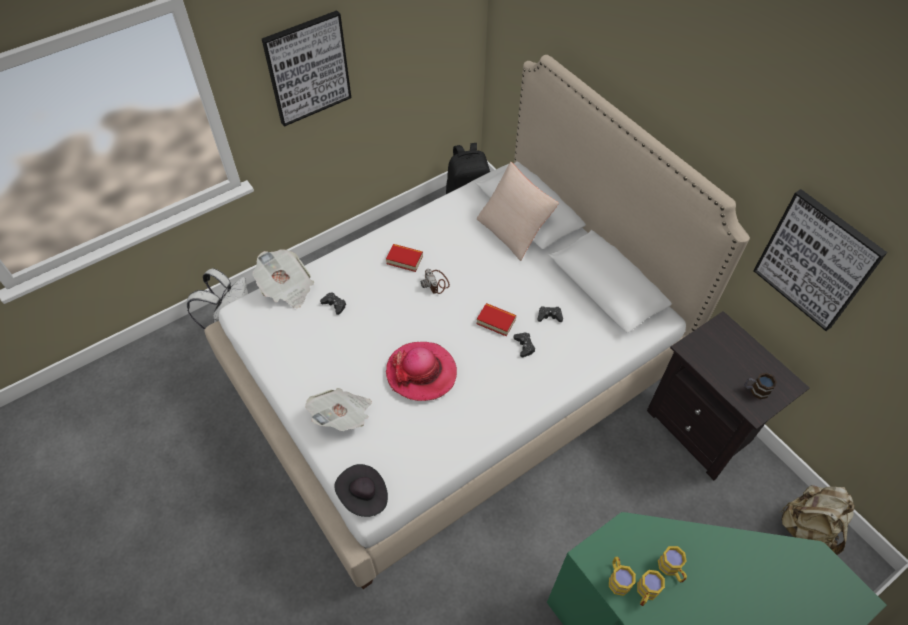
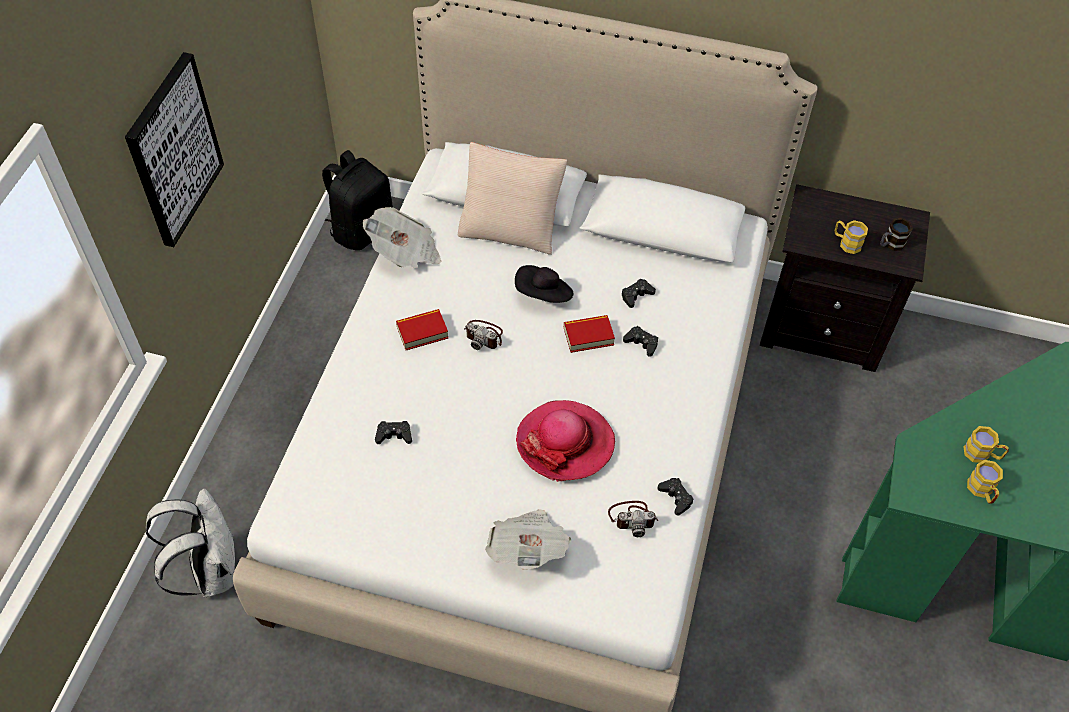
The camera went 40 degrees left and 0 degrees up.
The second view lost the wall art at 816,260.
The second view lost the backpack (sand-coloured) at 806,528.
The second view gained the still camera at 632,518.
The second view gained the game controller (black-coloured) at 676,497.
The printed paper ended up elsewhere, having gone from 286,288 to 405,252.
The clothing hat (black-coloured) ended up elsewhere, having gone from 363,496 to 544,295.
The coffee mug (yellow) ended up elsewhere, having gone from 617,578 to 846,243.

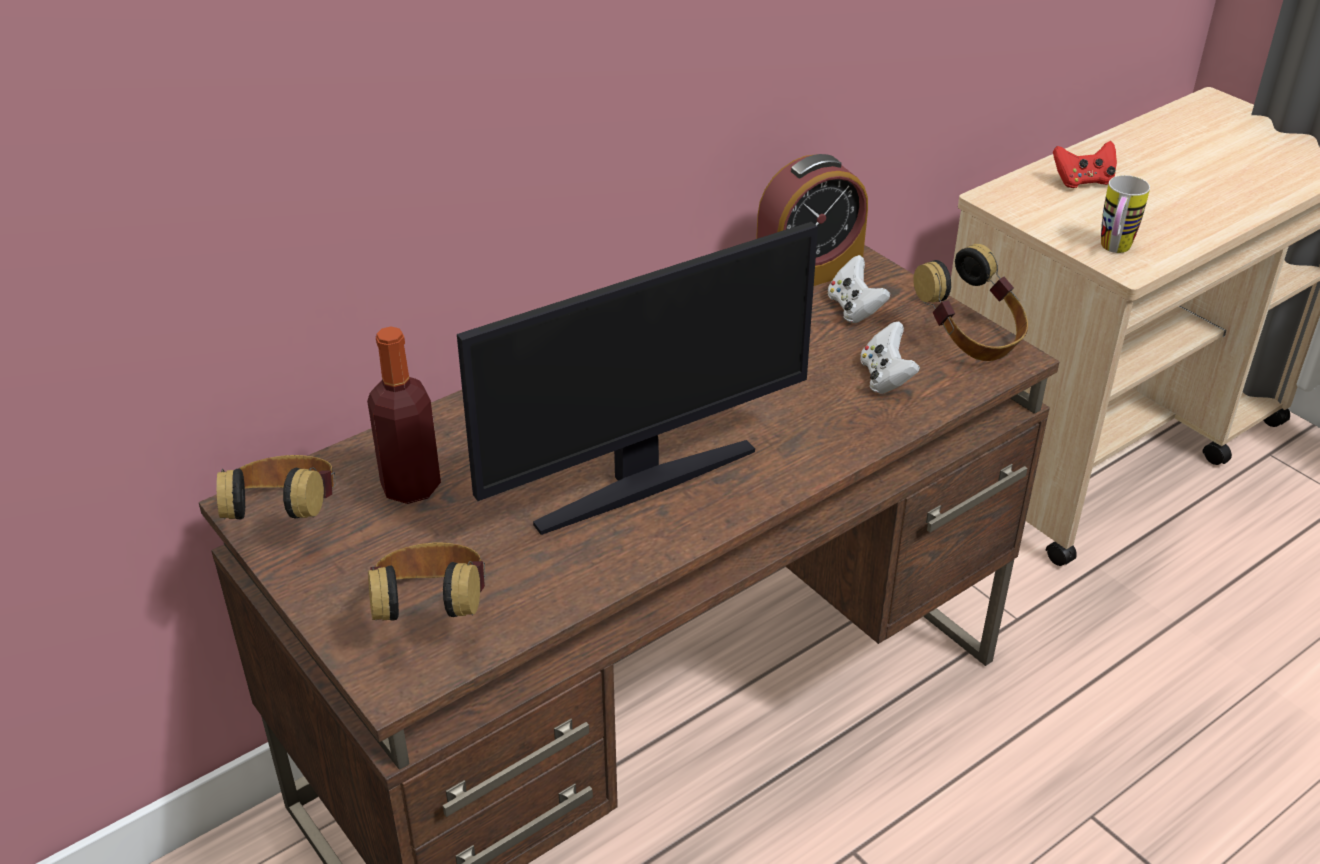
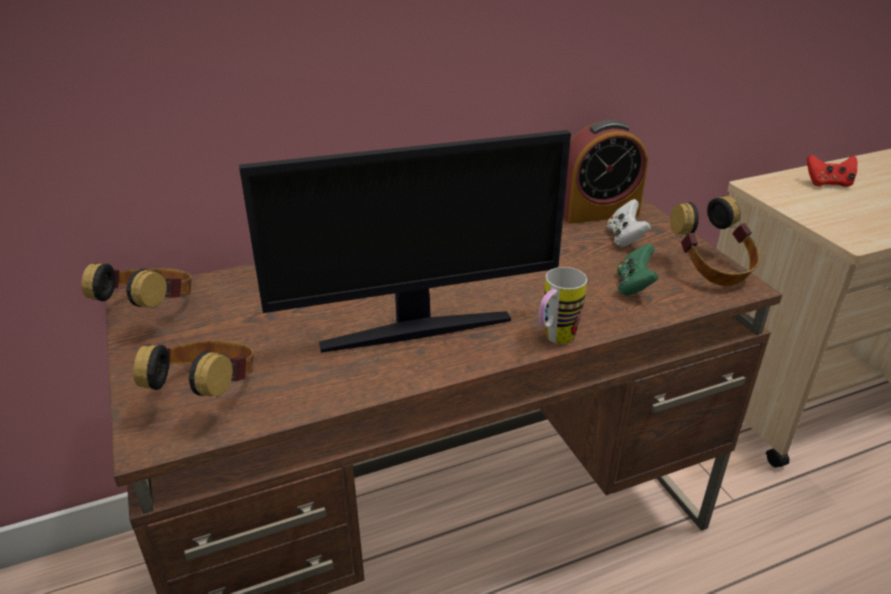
The camera went 15 degrees right and 5 degrees down.
The second view lost the beverage bottle at 411,486.
The coffee mug ended up elsewhere, having gone from 1113,250 to 554,340.
What was the game controller (white-coloured) at 885,378 turned into the game controller (greenish) at 633,285.

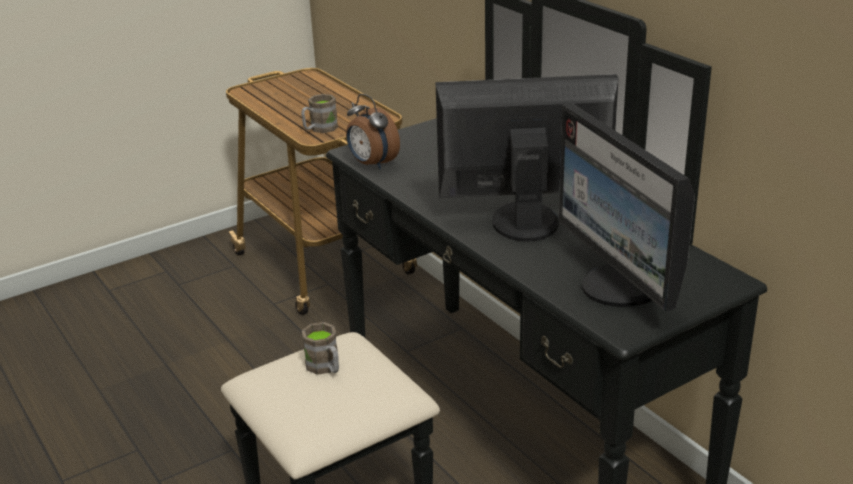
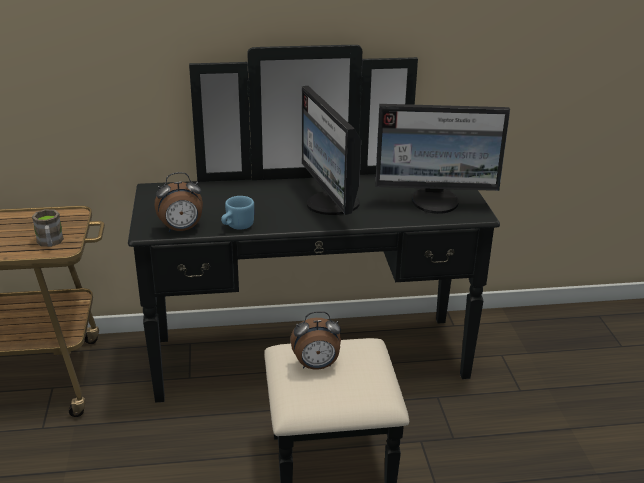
The camera went 65 degrees left and 0 degrees up.
The second view gained the coffee mug (blue-coloured) at 236,226.
Where the coffee mug (brown-coloured) stood at 326,367, the alarm clock came to stand at 316,366.
The computer display at 523,221 ended up facing another way, 45 degrees counterclockwise from before.

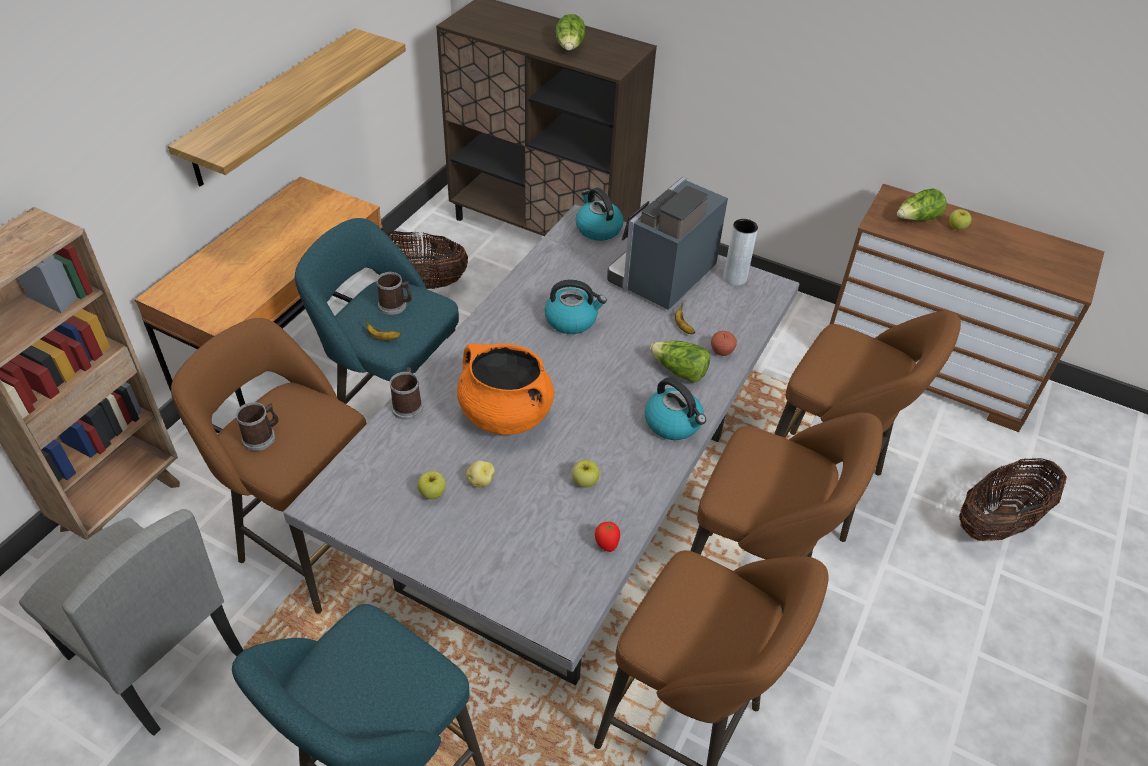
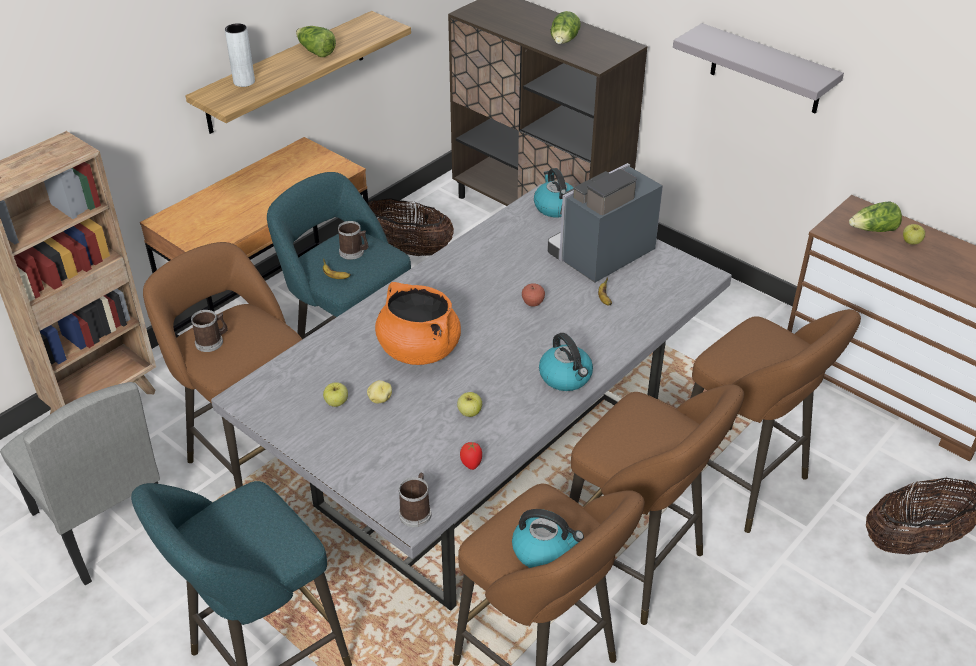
The camera went 15 degrees right and 5 degrees down.
The second view gained the bracket shelf (greyish) at 766,70.
The coffee mug ended up elsewhere, having gone from 408,405 to 416,511.
The tea kettle ended up elsewhere, having gone from 572,320 to 544,551.
The lettuce ended up elsewhere, having gone from 679,371 to 316,52.
The apple ended up elsewhere, having gone from 721,352 to 533,303.
The flower vase (greyish) ended up elsewhere, having gone from 735,278 to 244,82.

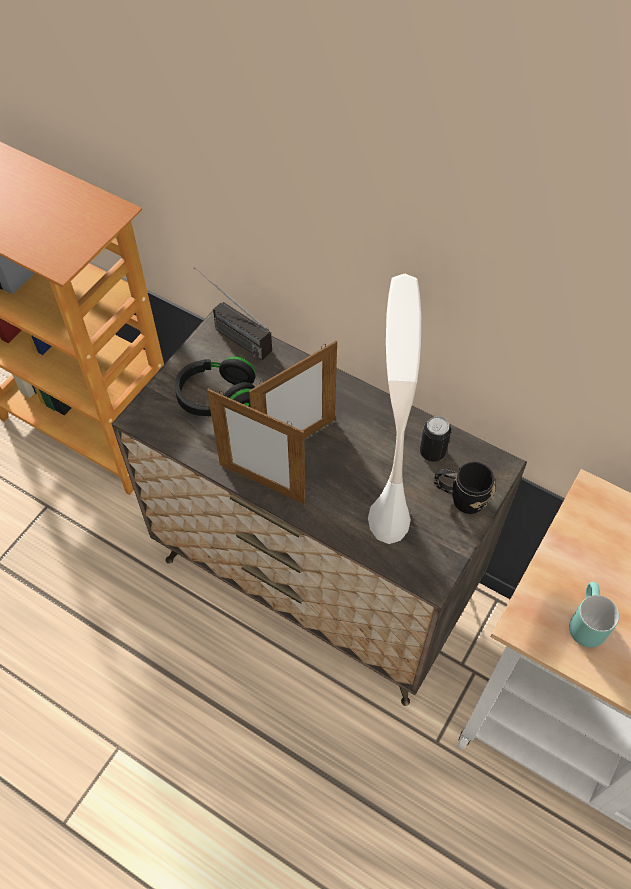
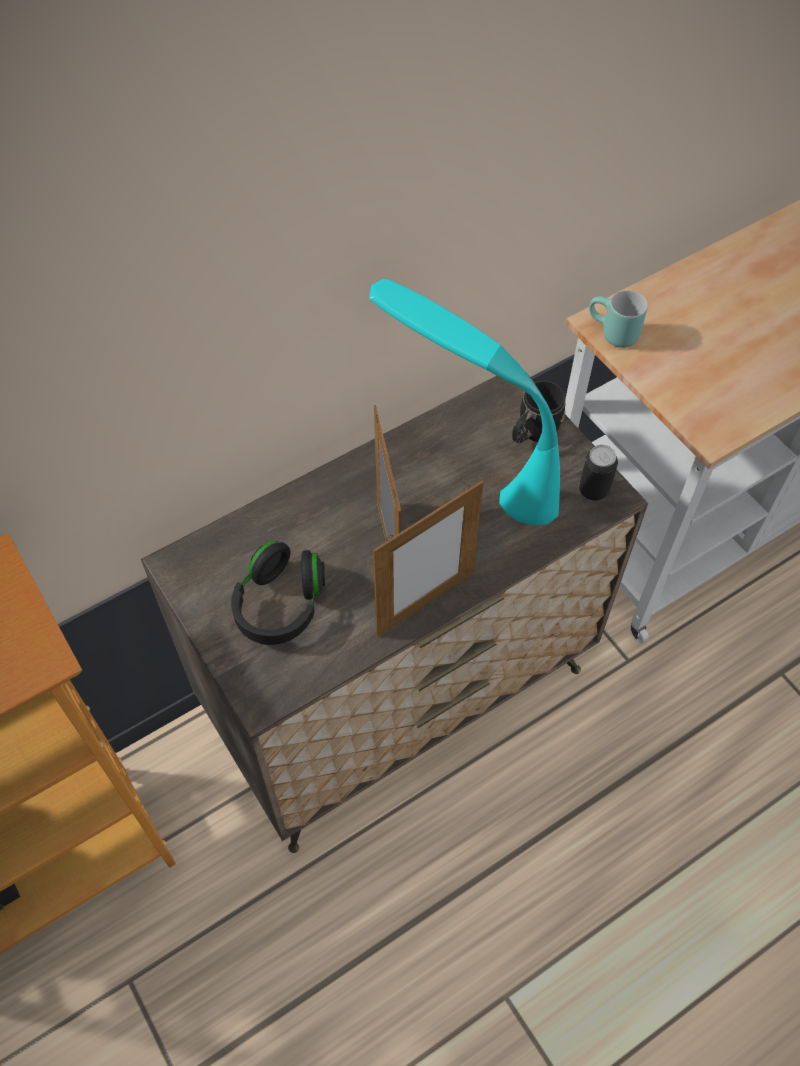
The camera went 65 degrees left and 0 degrees up.
The second view lost the radio at 229,333.
The can ended up elsewhere, having gone from 432,452 to 593,490.
The coffee mug (turquoise) ended up elsewhere, having gone from 583,621 to 611,334.
What was the lamp for a table (white-coloured) at 389,466 turned into the lamp for a table (turquoise) at 464,476.

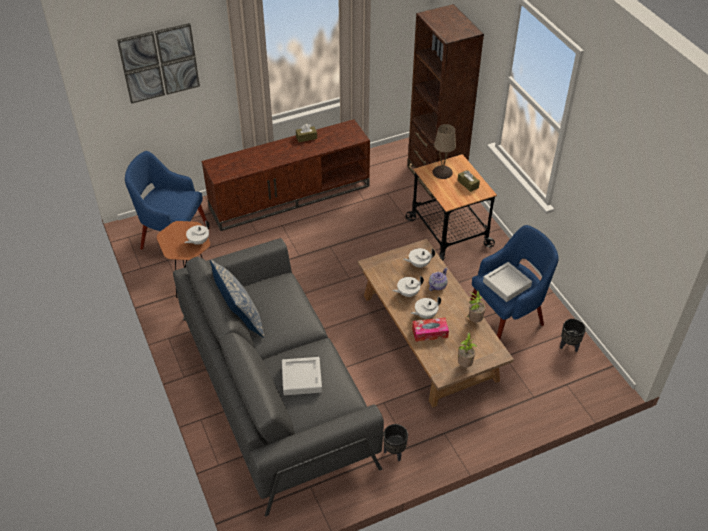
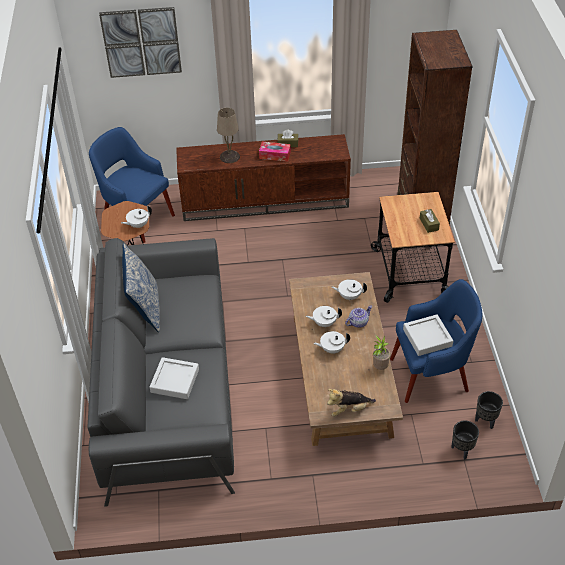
The camera went 20 degrees right and 0 degrees up.
The flower pot (black-coloured) ended up elsewhere, having gone from 394,453 to 462,450.
The box of tissues ended up elsewhere, having gone from 430,333 to 275,155.
The lamp for a table (sand-coloured) ended up elsewhere, having gone from 442,172 to 230,156.
Where the houseplant stood at 465,364, the cuddly toy came to stand at 349,409.

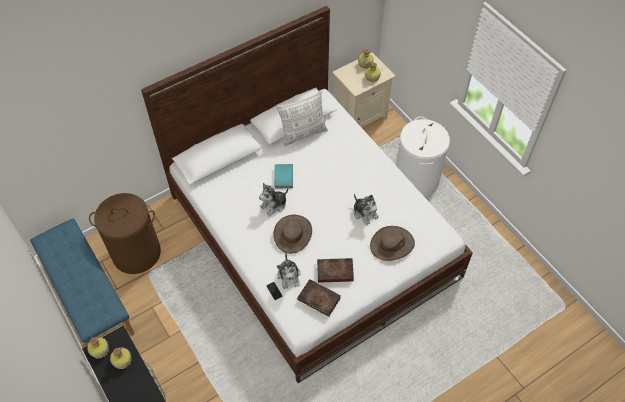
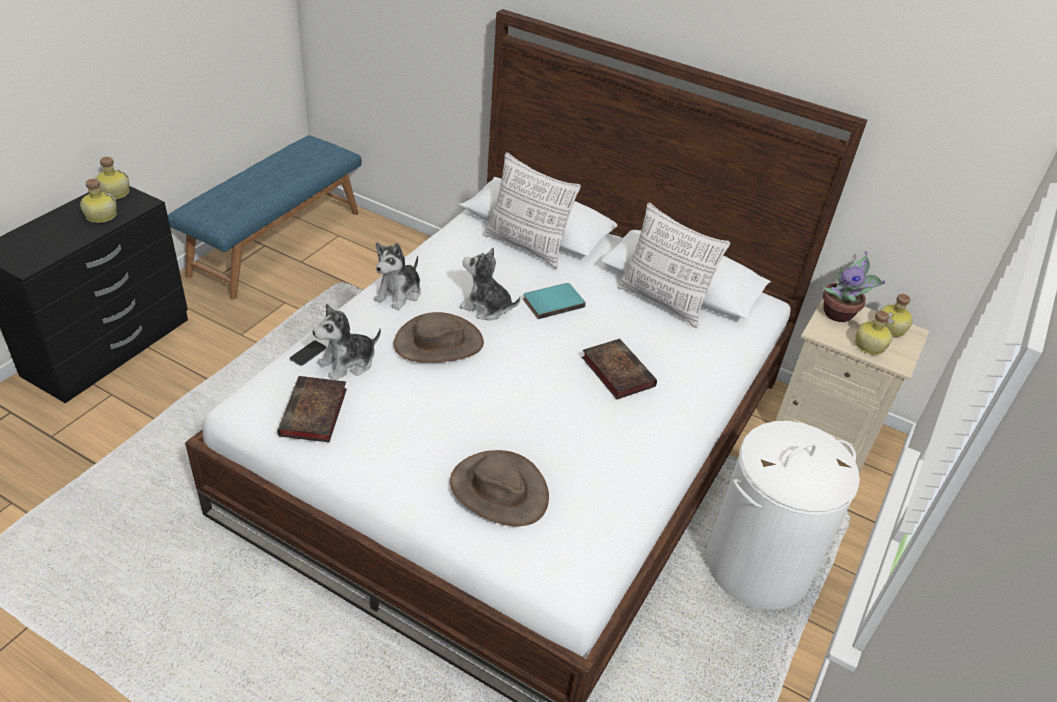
The camera went 60 degrees right and 15 degrees down.
The second view lost the hamper (brown-coloured) at 136,253.
The second view gained the cushion at 527,246.
The second view gained the houseplant at 839,314.
The book ended up elsewhere, having gone from 334,271 to 616,371.
The cuddly toy ended up elsewhere, having gone from 365,213 to 399,294.

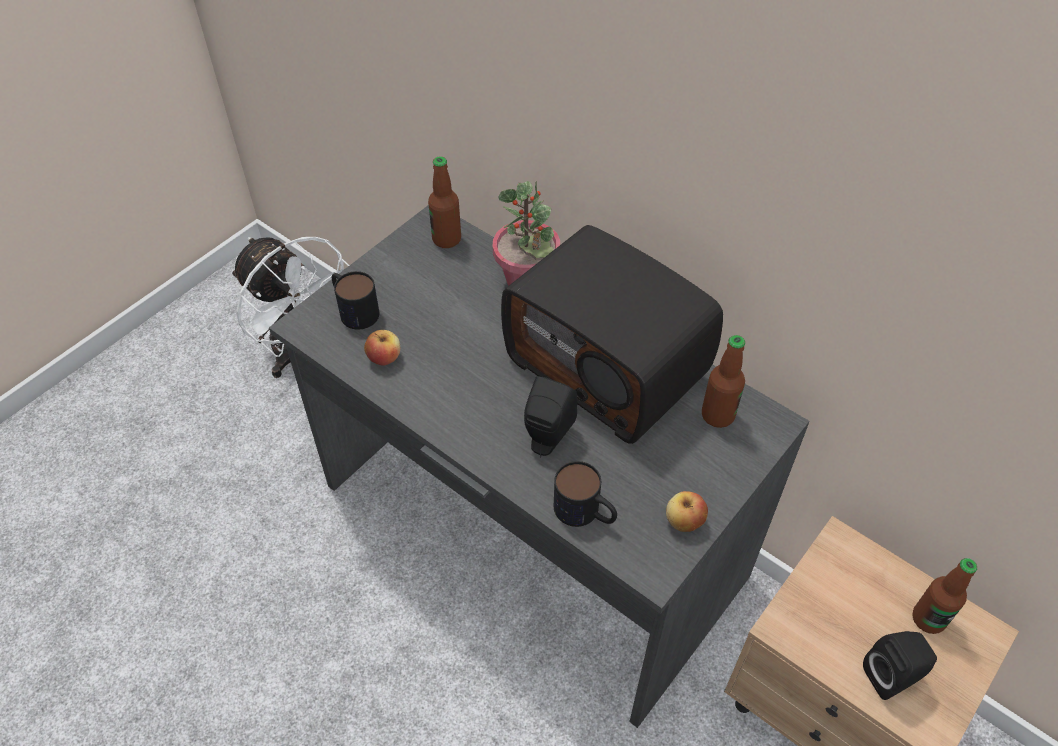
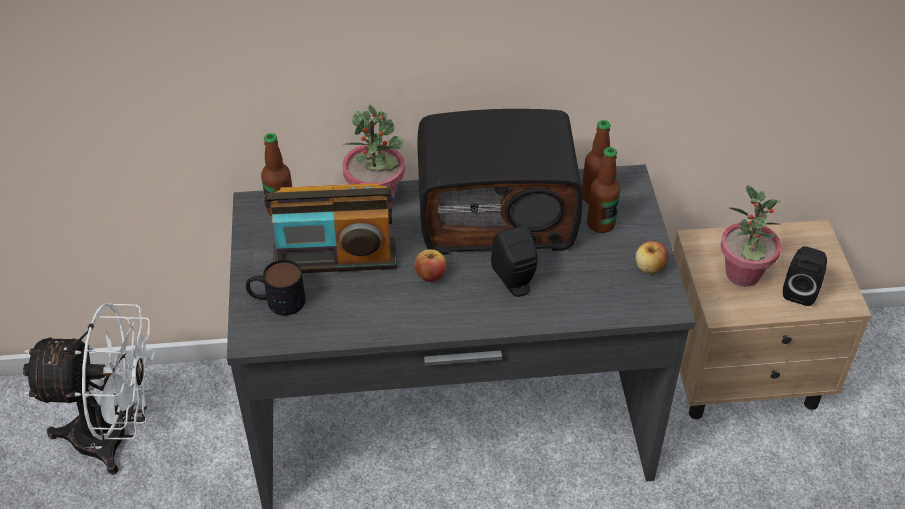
The camera went 45 degrees left and 5 degrees down.
The second view lost the coffee mug at 585,513.
The second view gained the radio at 335,258.
The second view gained the houseplant at 743,274.
The apple ended up elsewhere, having gone from 384,358 to 430,275.
The beverage bottle ended up elsewhere, having gone from 928,619 to 600,224.

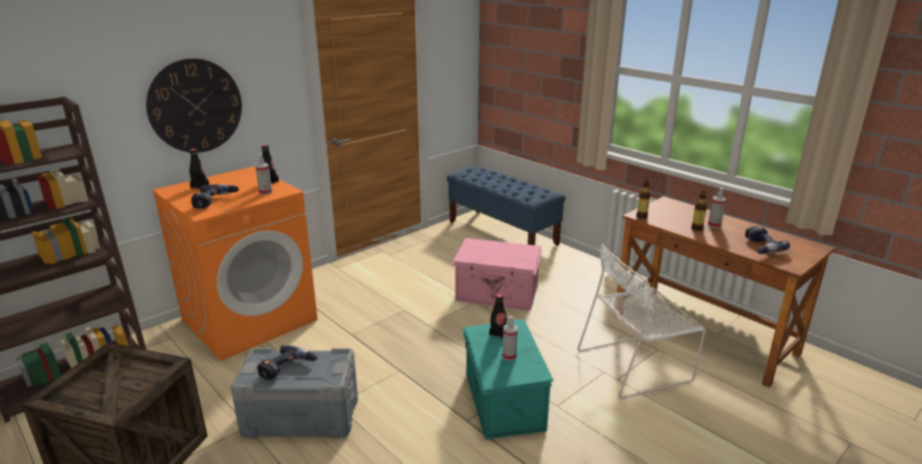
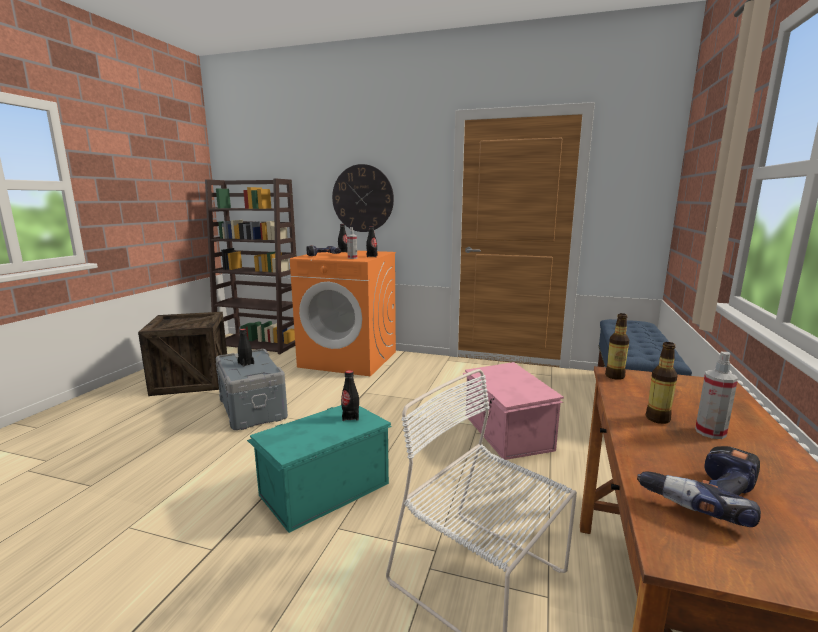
The camera went 60 degrees right and 10 degrees down.
The second view lost the spray bottle at 509,356.
Where the drill stood at 287,369, the beverage bottle (black-coloured) came to stand at 246,363.

